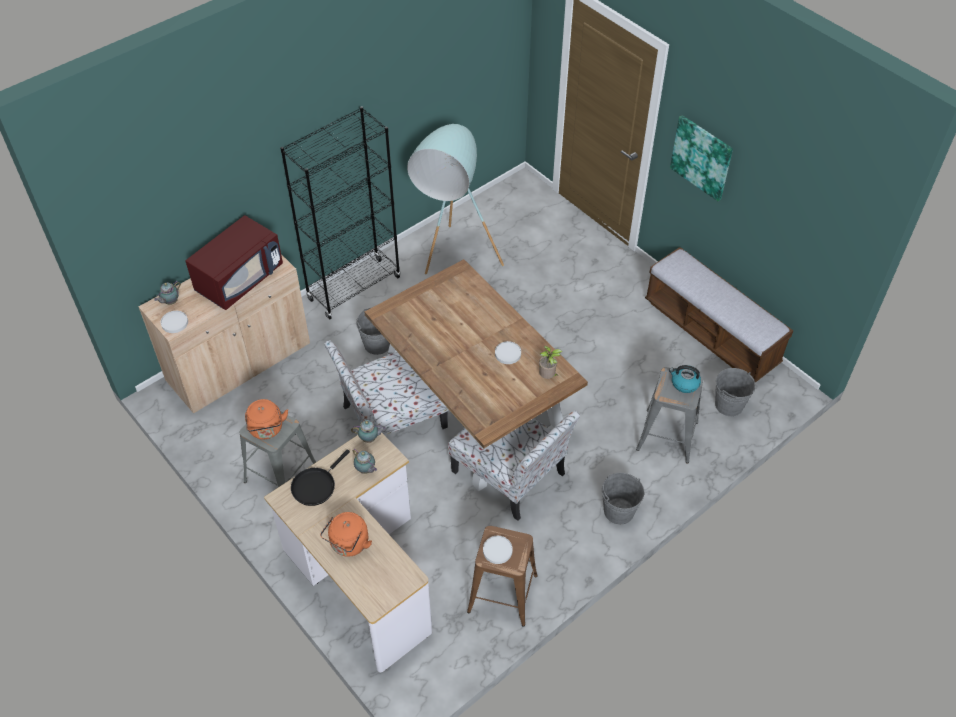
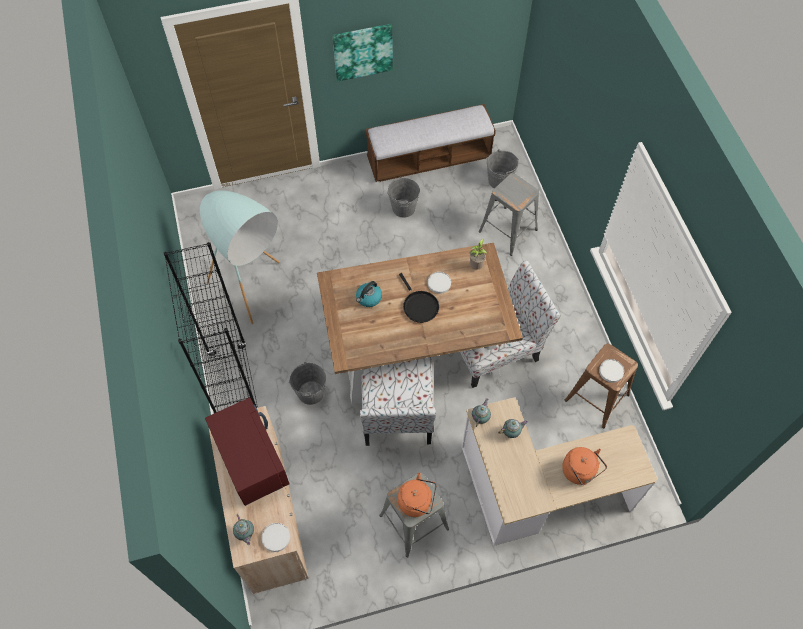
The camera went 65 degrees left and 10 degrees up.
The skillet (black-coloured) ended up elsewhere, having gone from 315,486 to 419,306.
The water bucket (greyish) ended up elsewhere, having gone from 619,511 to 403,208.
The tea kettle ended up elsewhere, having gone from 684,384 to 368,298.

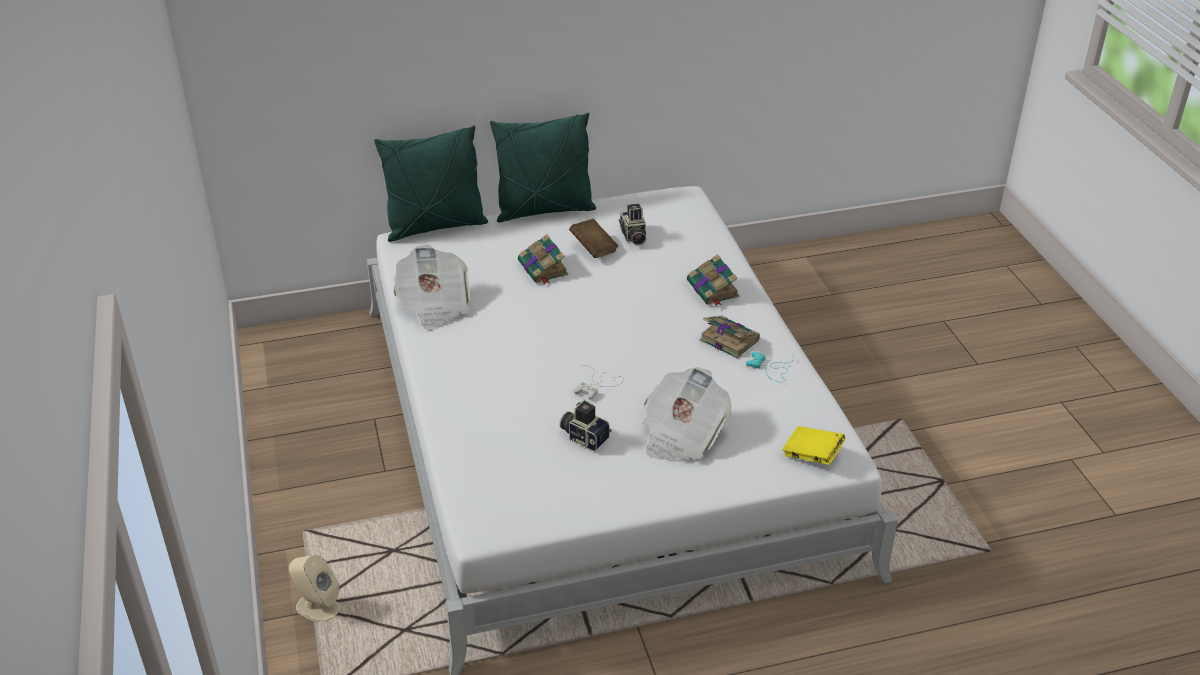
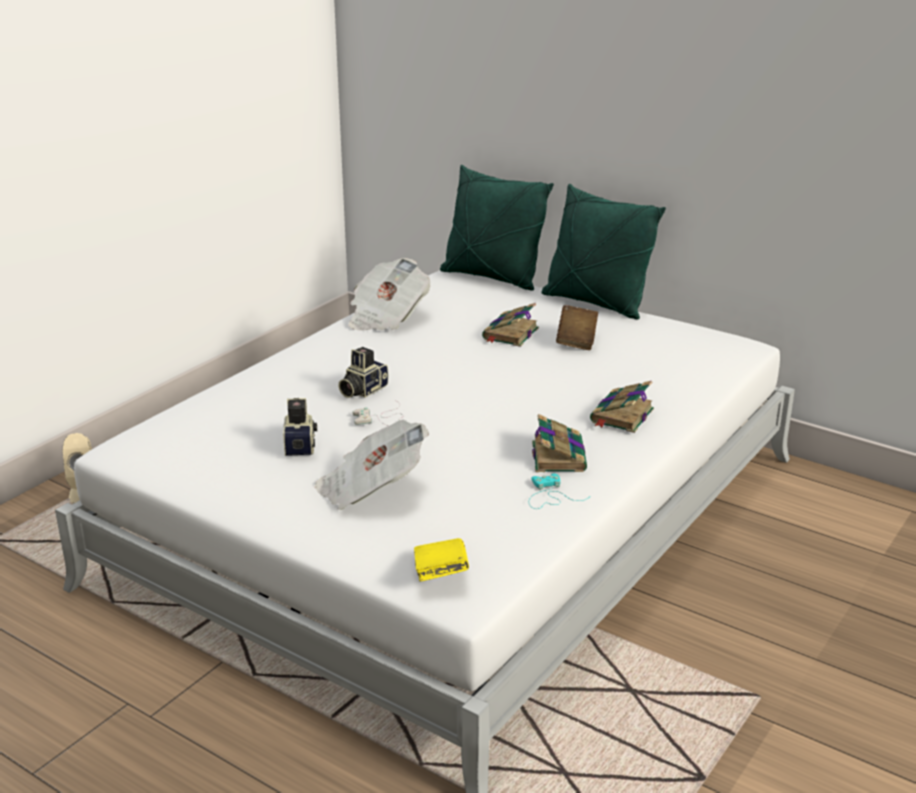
The camera went 50 degrees right and 10 degrees down.
The still camera ended up elsewhere, having gone from 633,236 to 362,390.

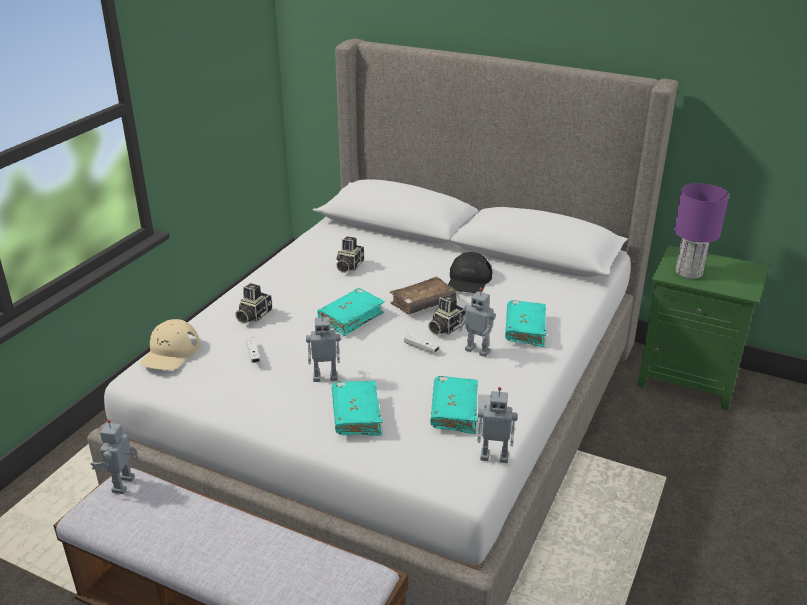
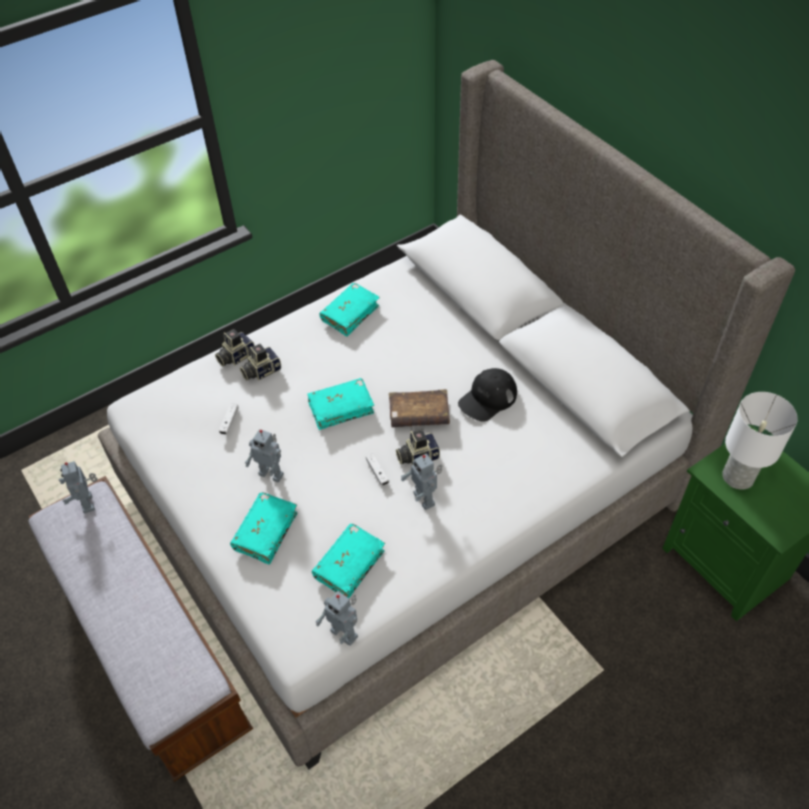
The camera went 30 degrees right and 20 degrees up.
The second view lost the cap (sand-coloured) at 170,352.
The still camera ended up elsewhere, having gone from 348,266 to 235,356.
The book (turquoise) ended up elsewhere, having gone from 525,330 to 350,314.
What was the lamp for a table (purple-coloured) at 689,272 turned into the lamp for a table (white-coloured) at 739,476.
The robot figure at 125,485 ended up facing another way, 60 degrees counterclockwise from before.

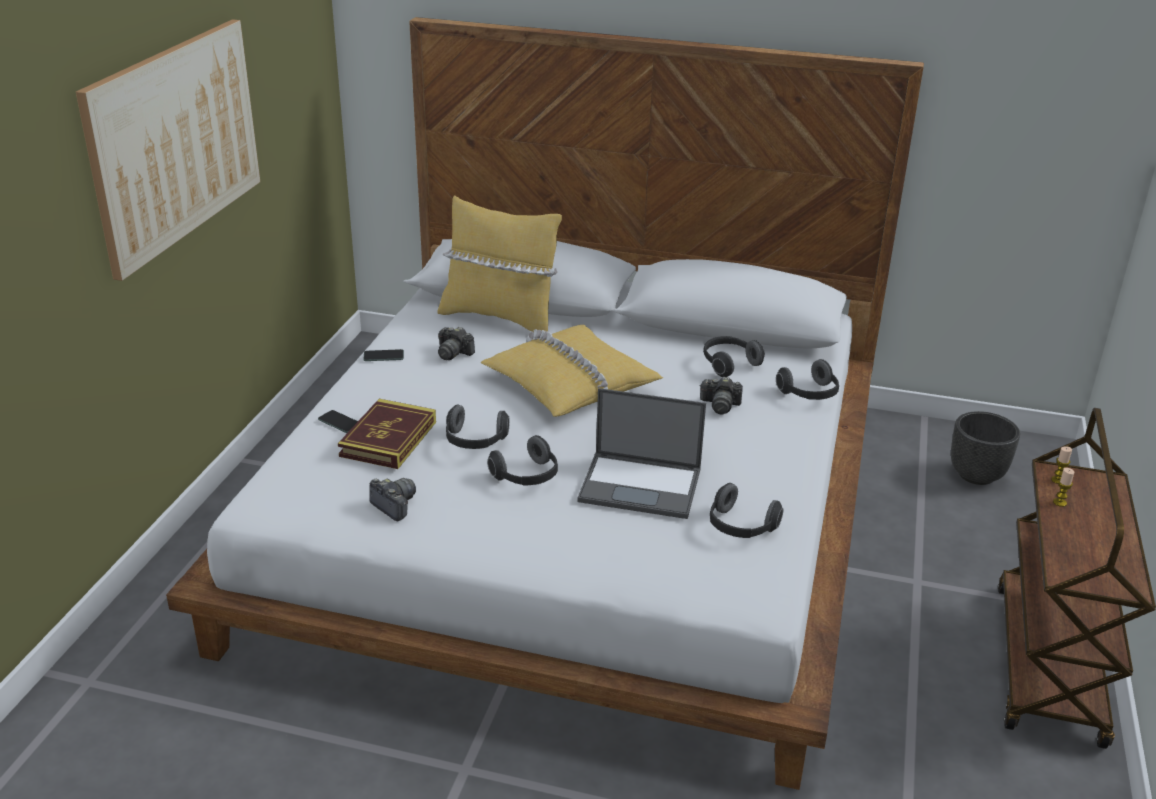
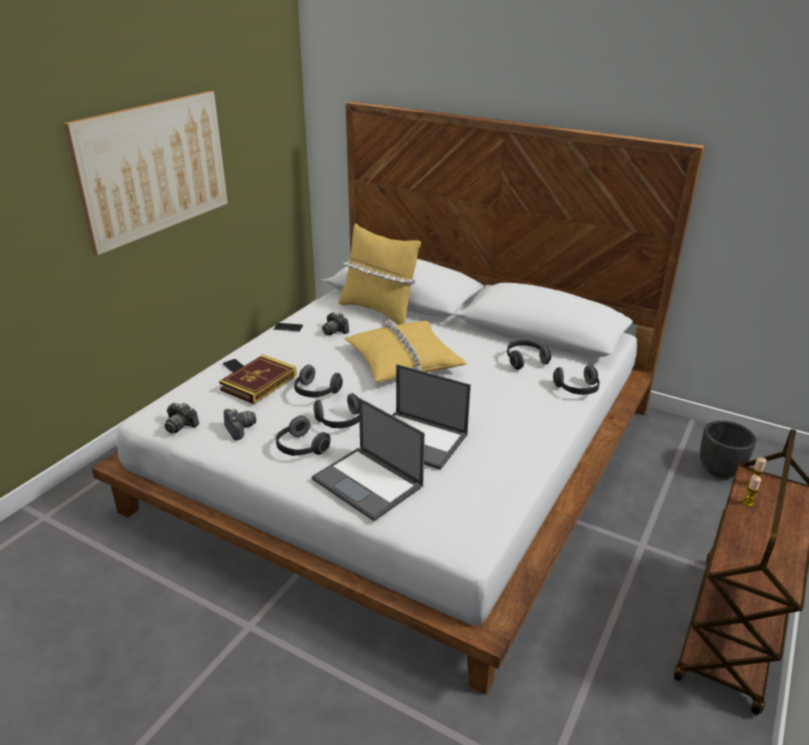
The camera went 15 degrees right and 0 degrees up.
The second view gained the laptop at 369,483.
The still camera ended up elsewhere, having gone from 720,405 to 180,425.
The pair of headphones ended up elsewhere, having gone from 740,528 to 300,448.

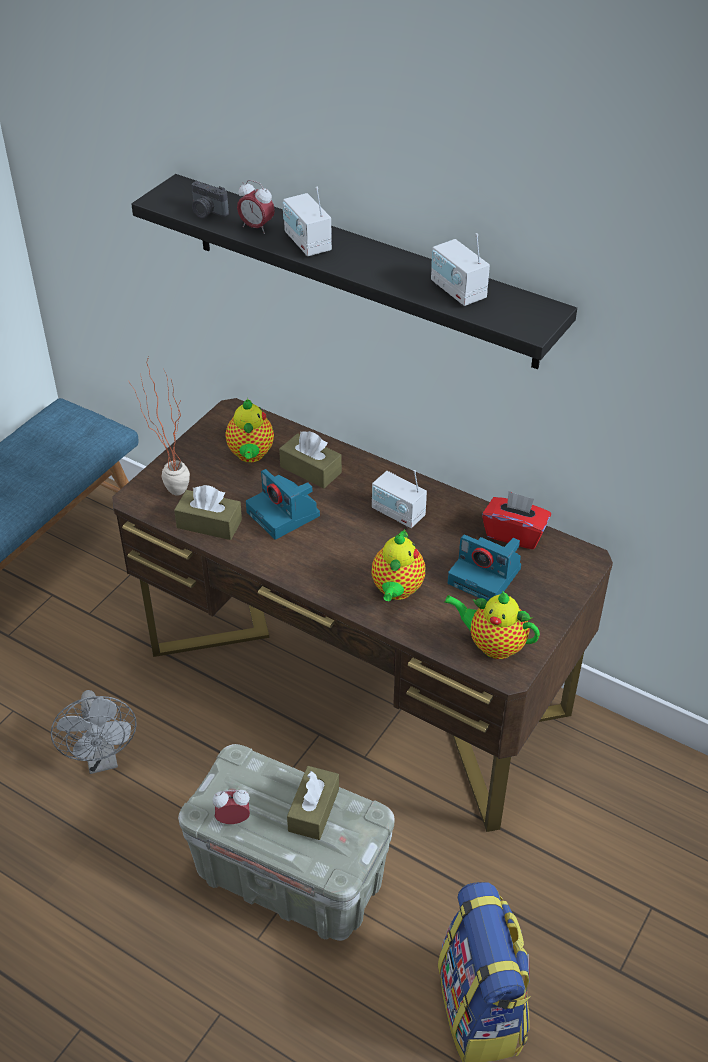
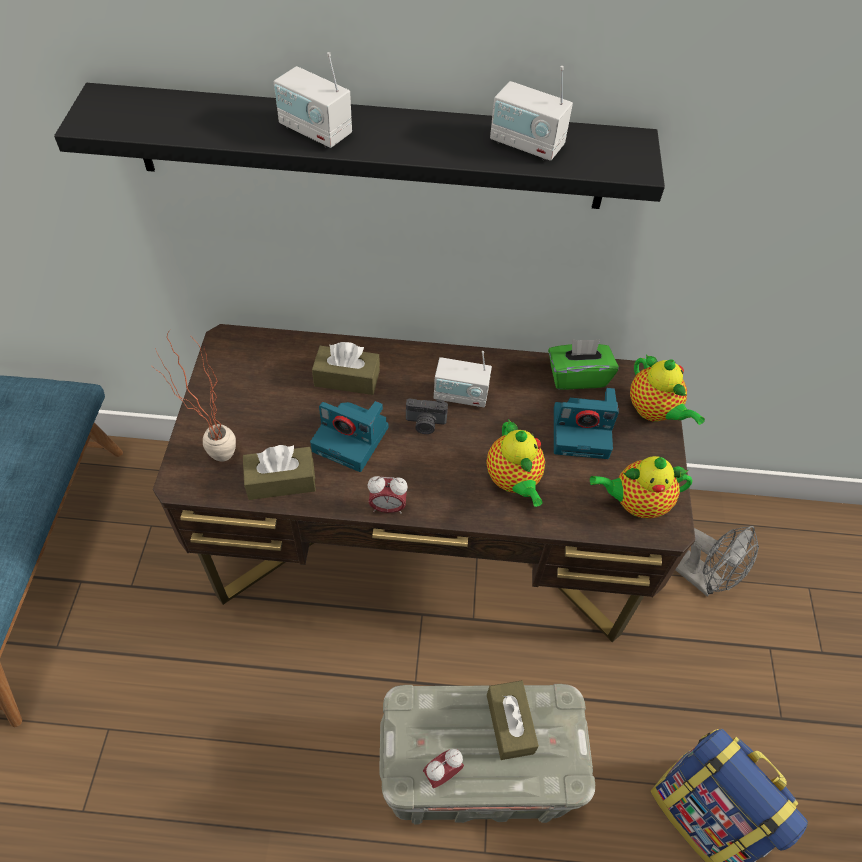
The camera went 30 degrees left and 10 degrees up.
The electric fan (greyish) ended up elsewhere, having gone from 102,759 to 703,579.
The still camera ended up elsewhere, having gone from 207,212 to 425,424.
The pot for tea ended up elsewhere, having gone from 250,455 to 654,411.
The alarm clock ended up elsewhere, having gone from 256,227 to 387,507.
What was the box of tissues (red-coloured) at 514,533 turned into the box of tissues (greenish) at 577,376.

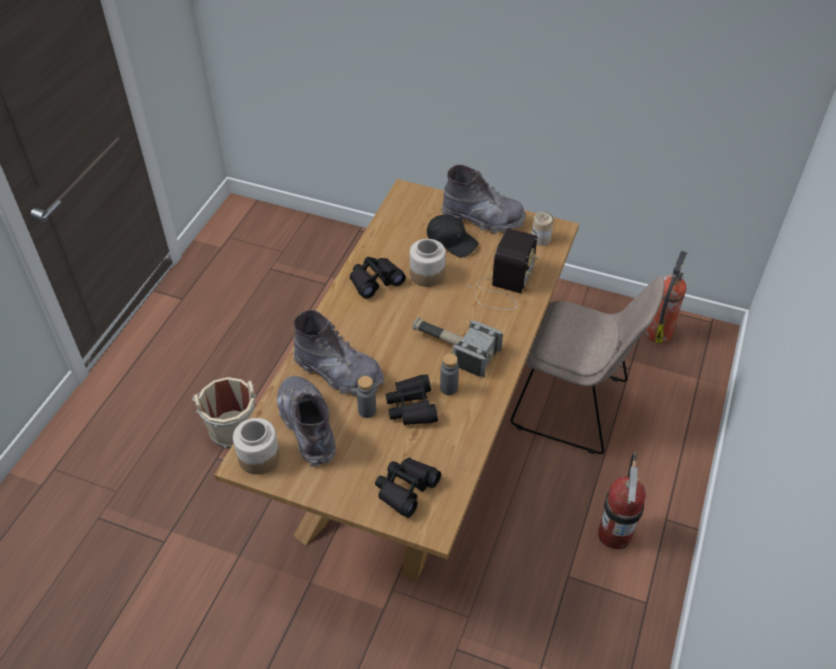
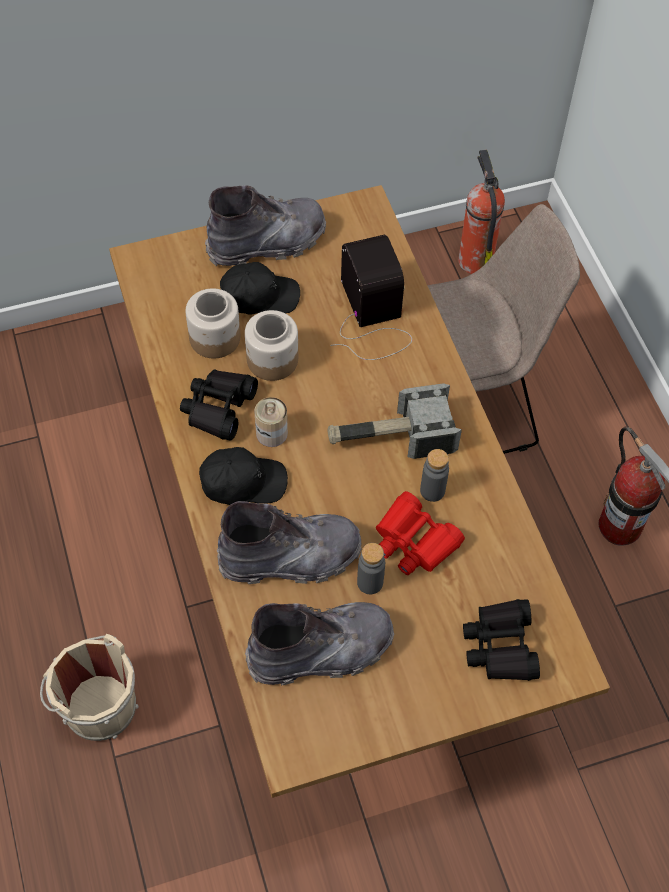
The camera went 40 degrees left and 10 degrees up.
The second view gained the cap (black-coloured) at 242,482.
The jar ended up elsewhere, having gone from 258,457 to 214,338.
The can ended up elsewhere, having gone from 541,238 to 271,433.
What was the field glasses (black-coloured) at 412,406 turned into the field glasses (red-coloured) at 414,541.
The tall boot (greyish) at 307,426 ended up facing another way, 135 degrees clockwise from before.

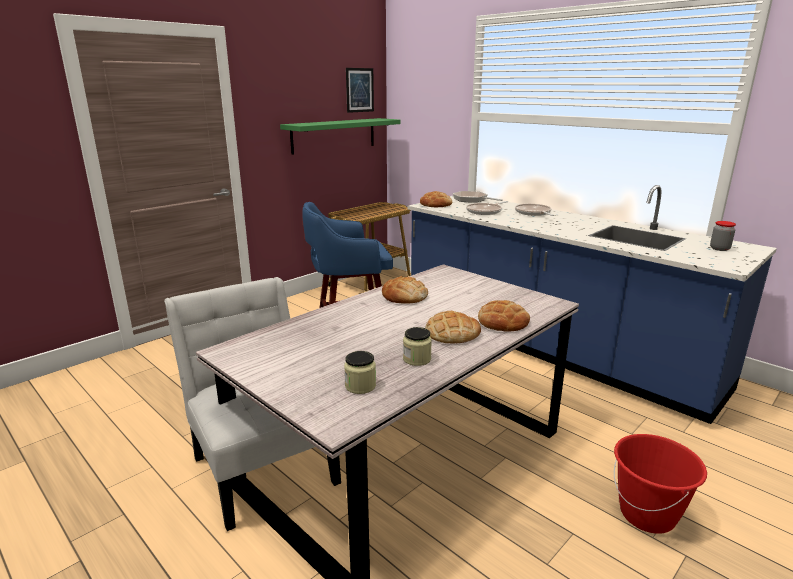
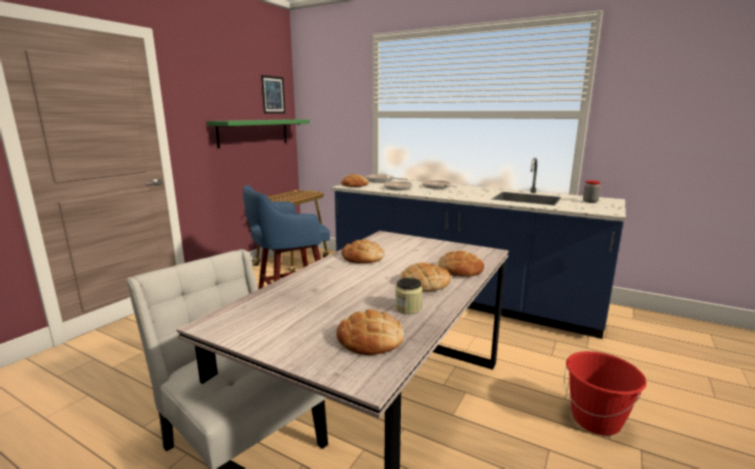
The camera went 15 degrees left and 5 degrees down.
Where the jar stood at 360,386, the bakery bread came to stand at 371,339.

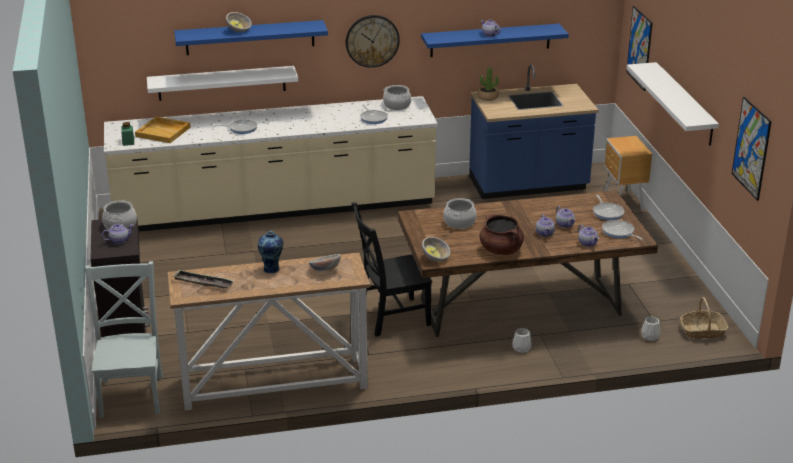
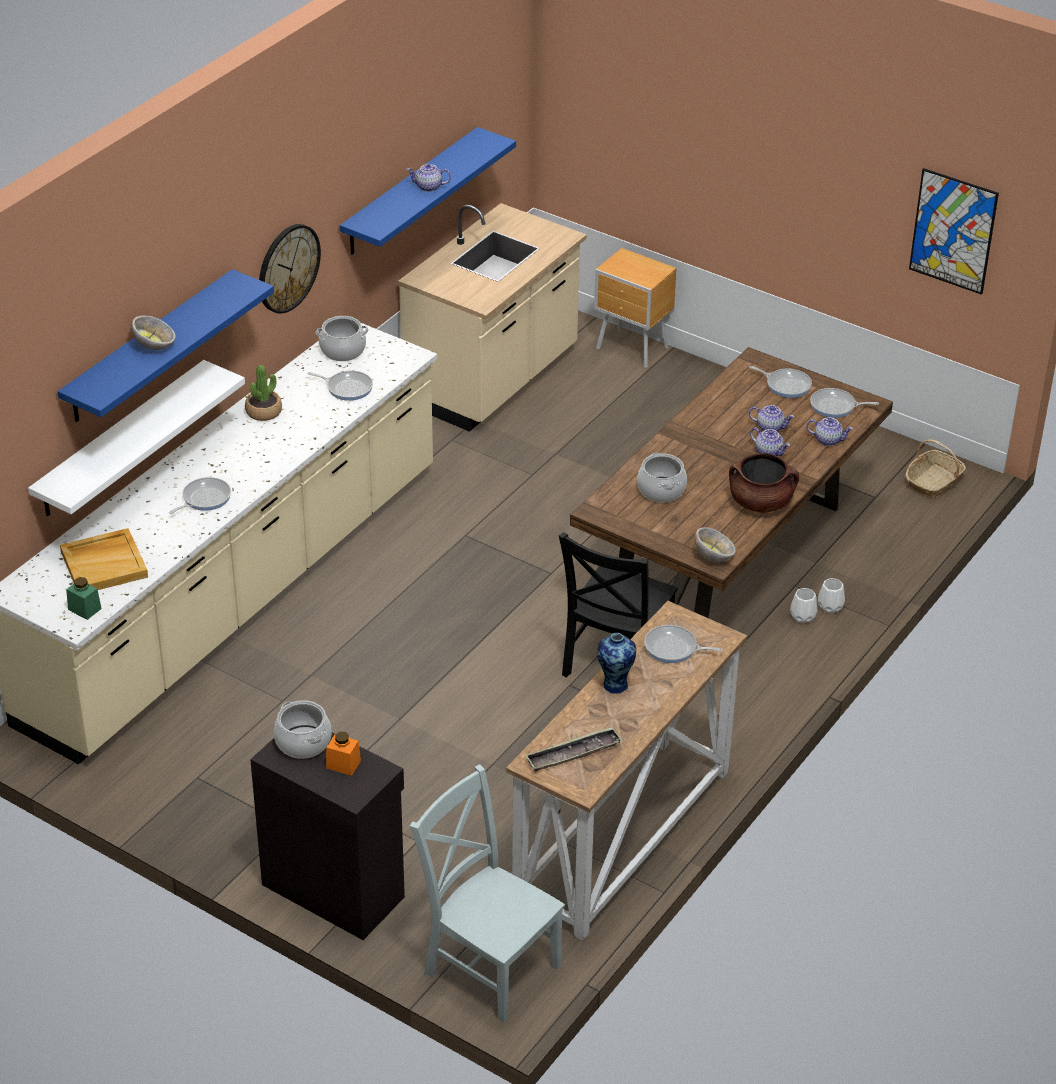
The camera went 45 degrees left and 10 degrees up.
The second view lost the wall art at 639,48.
The second view lost the bracket shelf (white-coloured) at 684,104.
The houseplant ended up elsewhere, having gone from 487,97 to 264,412.
The flower vase (white-coloured) ended up elsewhere, having gone from 650,337 to 830,606.
Where the pot for tea stood at 119,240, the jar (orangey) came to stand at 343,764.
Where the serving bowl stood at 324,270, the skillet came to stand at 673,648.
What was the kitchen base unit (blue-coloured) at 528,185 turned into the kitchen base unit (sand-coloured) at 493,380.

